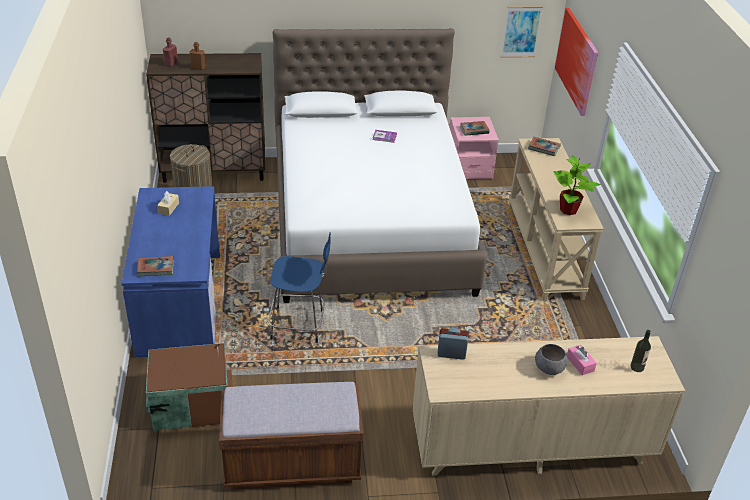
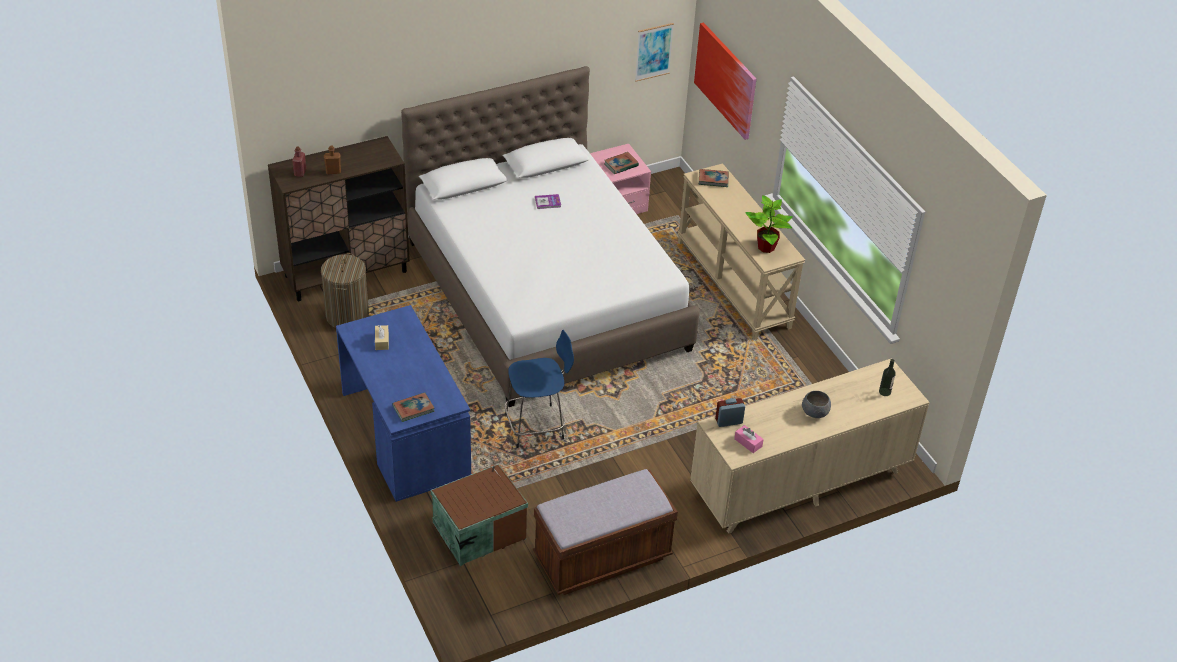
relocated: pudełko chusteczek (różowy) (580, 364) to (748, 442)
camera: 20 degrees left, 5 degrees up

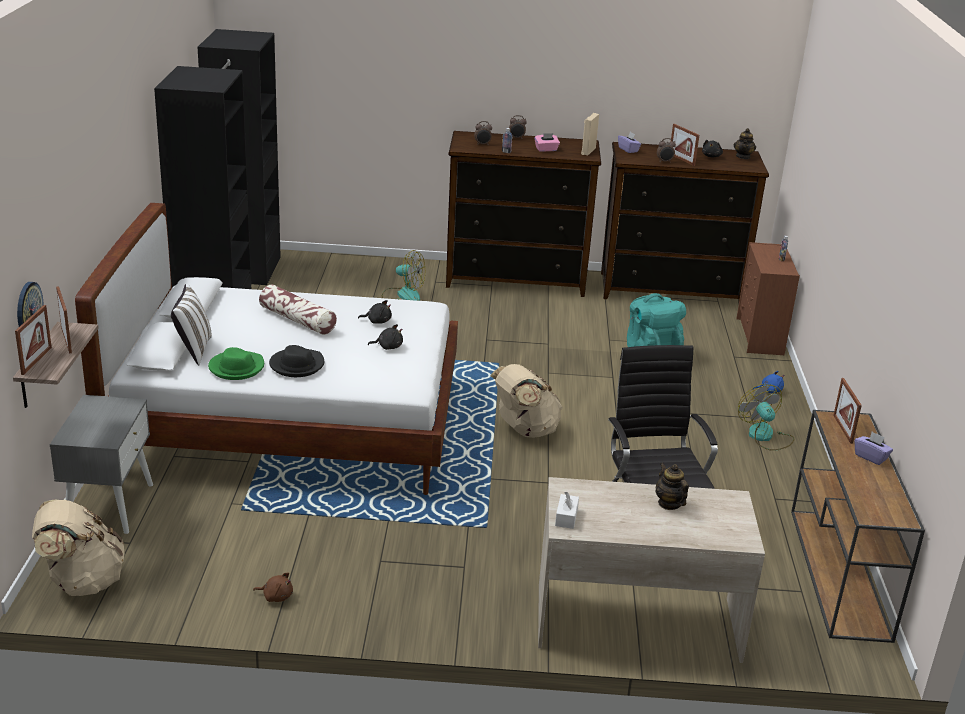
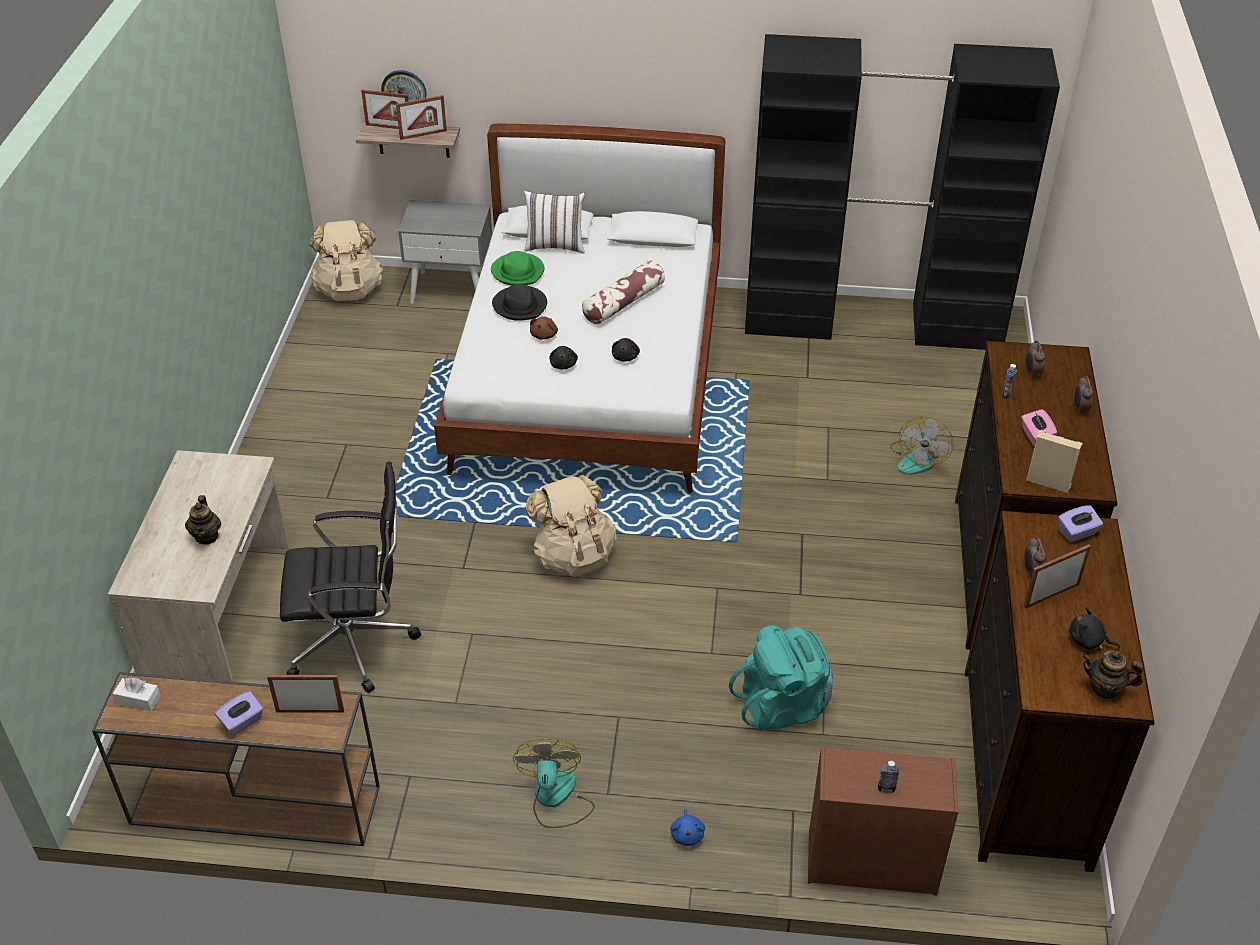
relocated: pudełko chusteczek (biały) (566, 517) to (138, 699); pluszak (brązowy) (276, 596) to (544, 335)
spun: wentylator (765, 437) = (555, 798) 75 degrees counterclockwise; imbryk (669, 503) = (207, 536) 105 degrees clockwise
camera: 95 degrees right, 15 degrees up

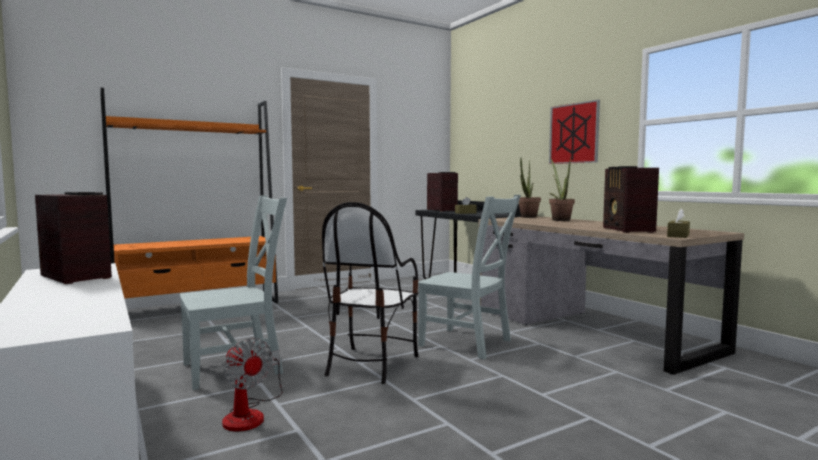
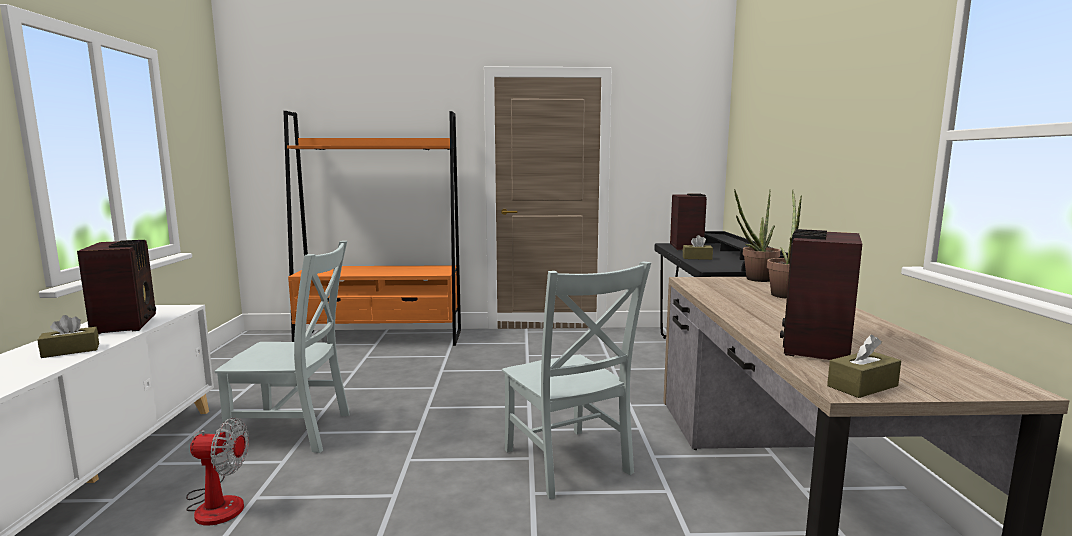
missing: obraz (574, 133); krzesło (370, 364)
appeared: pudełko chusteczek (brązowy) (71, 351)
spun: wentylator (250, 414) = (216, 503) 75 degrees counterclockwise
camera: 30 degrees right, 5 degrees up

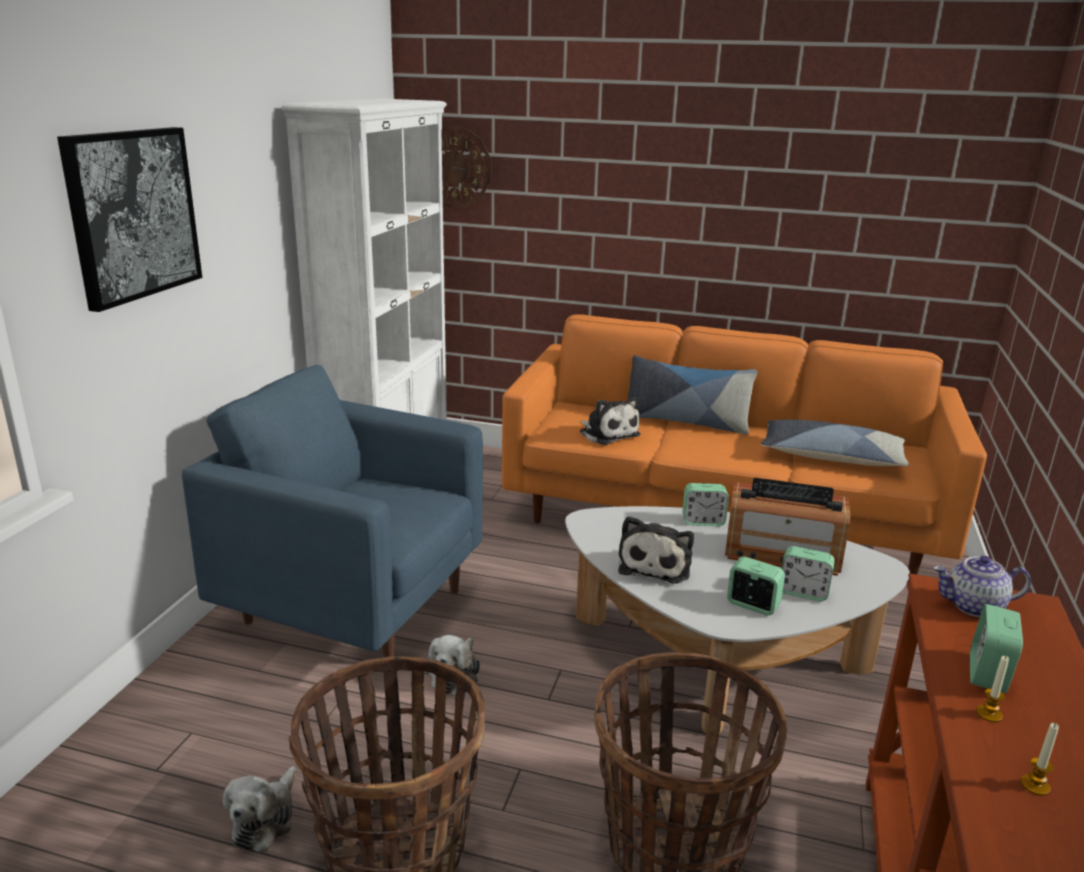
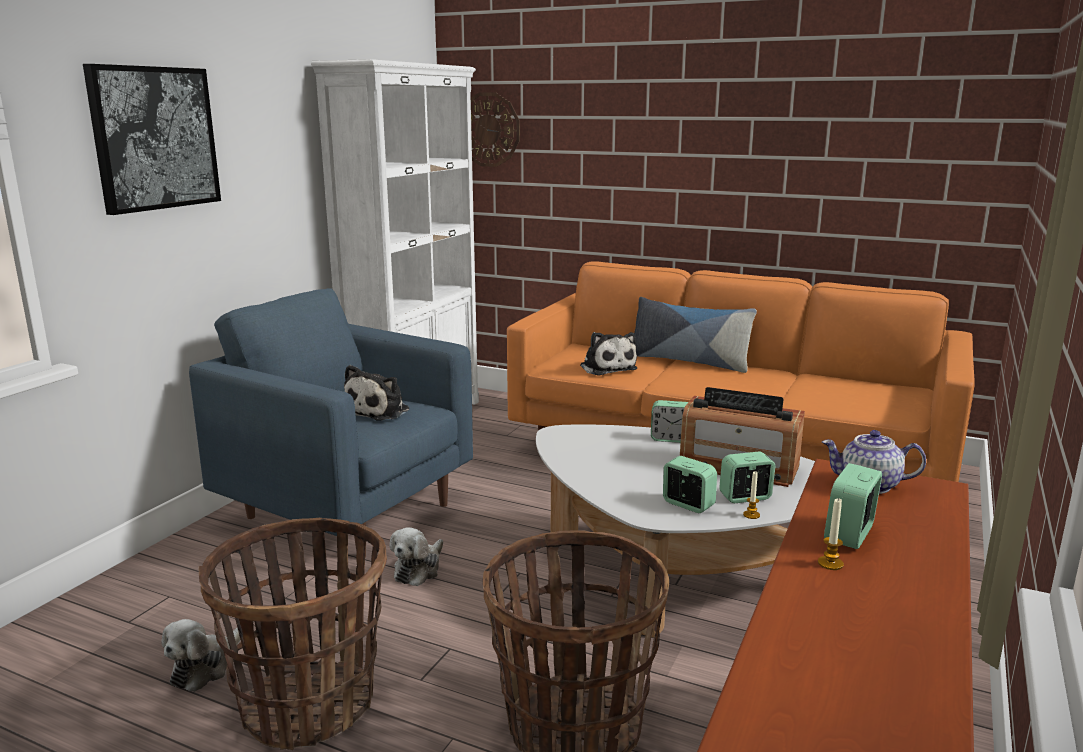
missing: poduszka (831, 457)
relocated: pluszak (655, 565) to (379, 411); świeca (1035, 785) to (751, 515)
spun: budzik (803, 592) = (745, 497) 135 degrees clockwise
camera: 10 degrees right, 5 degrees down

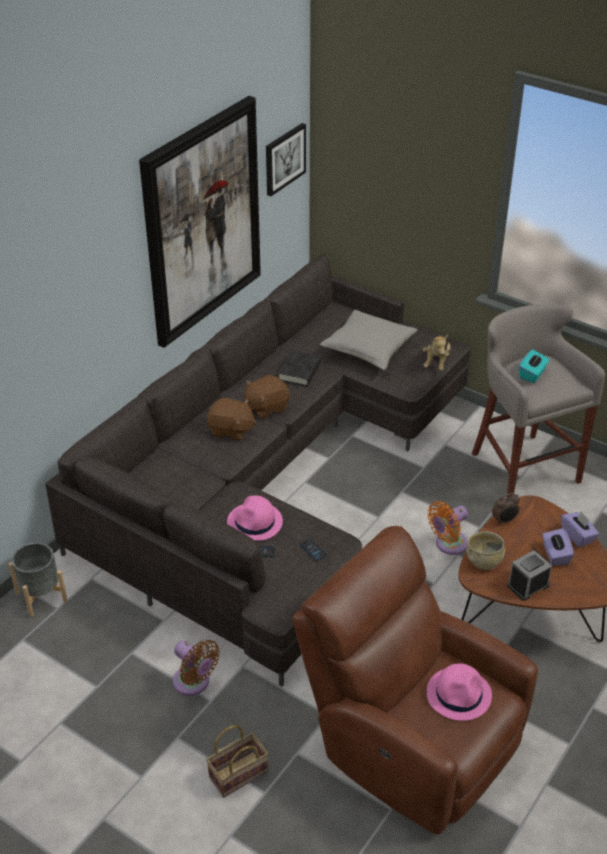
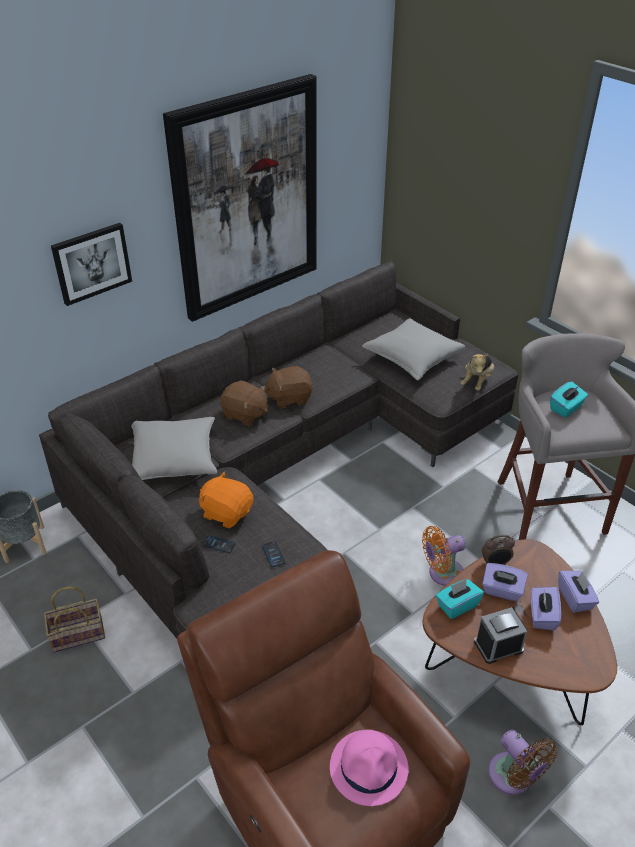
missing: książka (czarny) (299, 372)
appeared: poduszka (szary) (174, 459); pudełko chusteczek (fioletowy) (502, 590)
relocated: obraz (284, 159) to (91, 263); wentylator (brązowy) (194, 683) to (513, 778); koszyk (239, 772) to (79, 633)
exchanged: kapelusz (różowy) (255, 523) to pluszak (pomarańczowy) (227, 513); miska (beżowy) (484, 561) to pudełko chusteczek (turkusowy) (457, 605)
camera: 15 degrees right, 0 degrees up

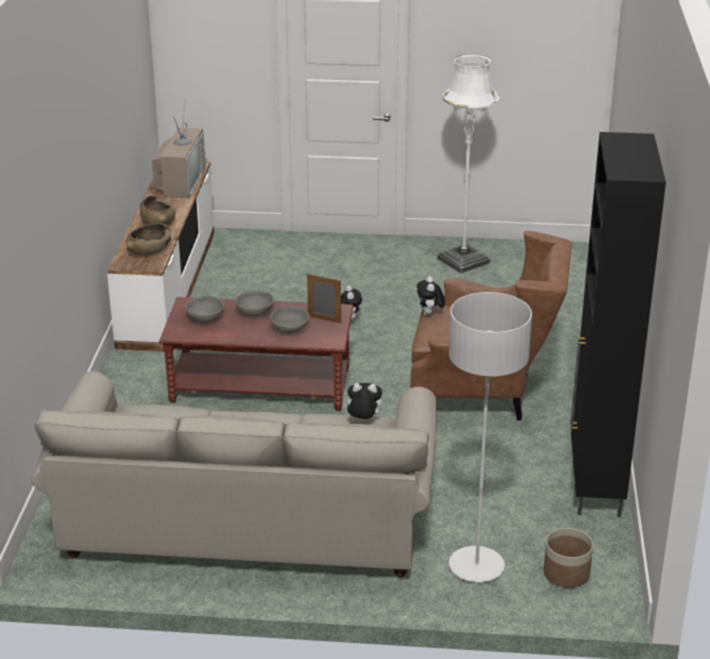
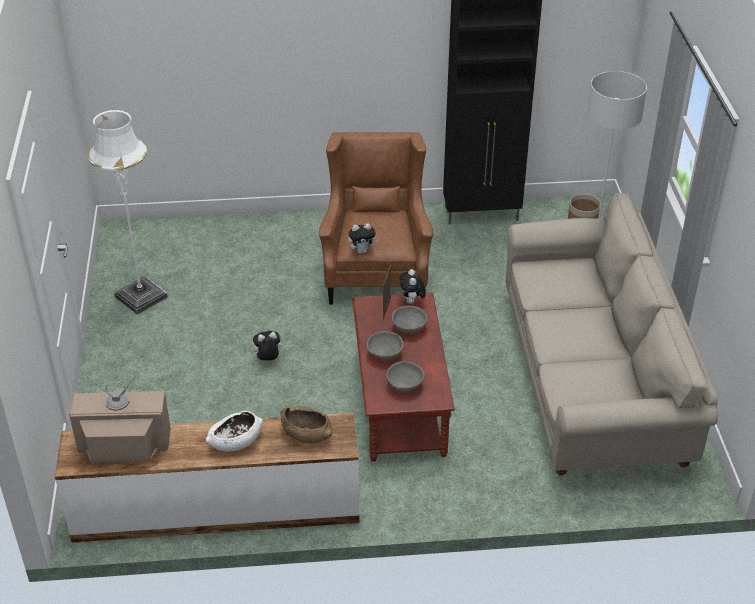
relocated: pluszak (363, 421) to (412, 302)
colour: miska (brązowy) (158, 221) to miska (biały) (235, 441)
camera: 100 degrees left, 10 degrees up

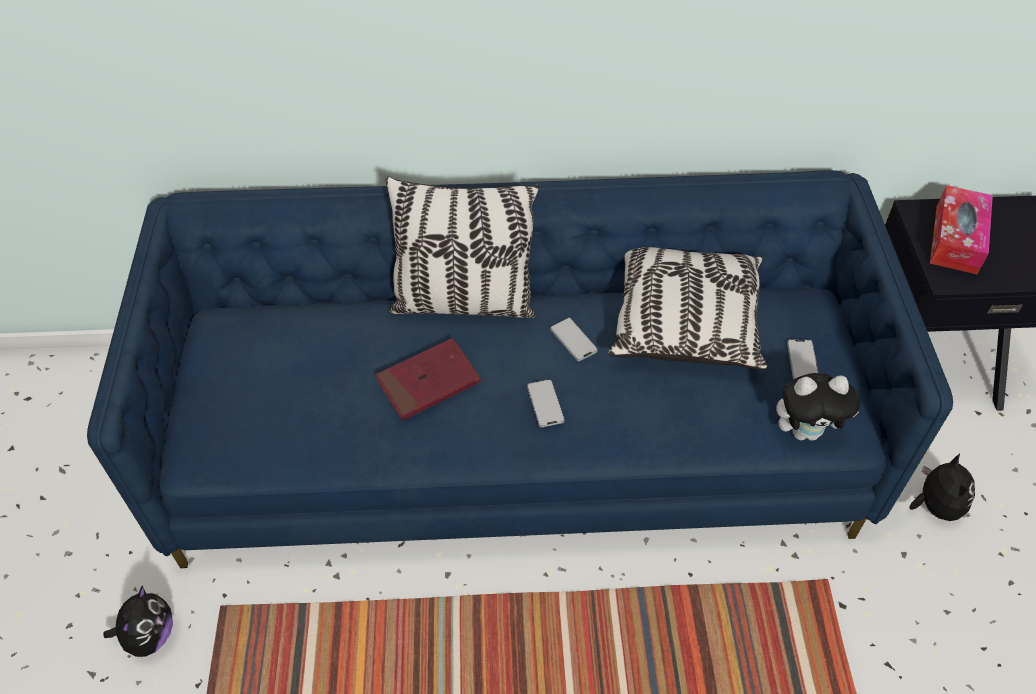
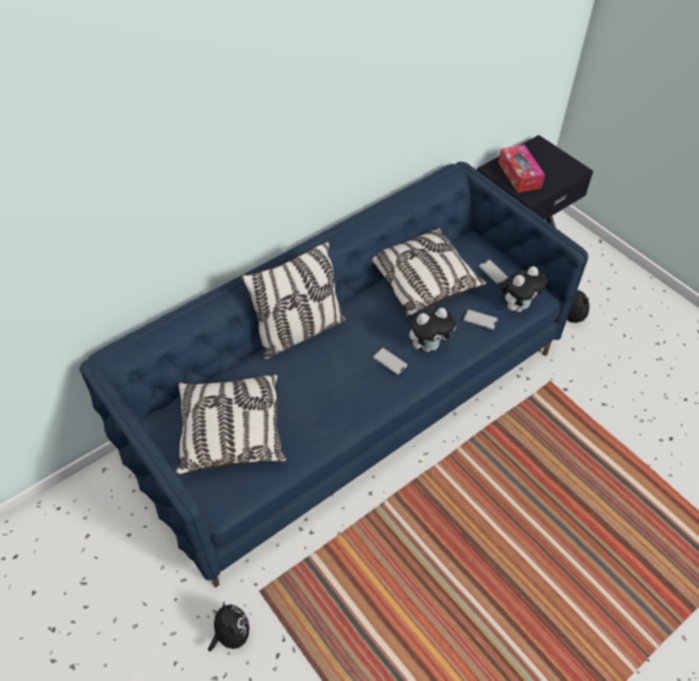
missing: książka (czerwony) (428, 382)
appeared: pluszak (429, 346); poduszka (231, 432)
relocated: telefon (573, 340) to (480, 320)
camera: 35 degrees left, 0 degrees up

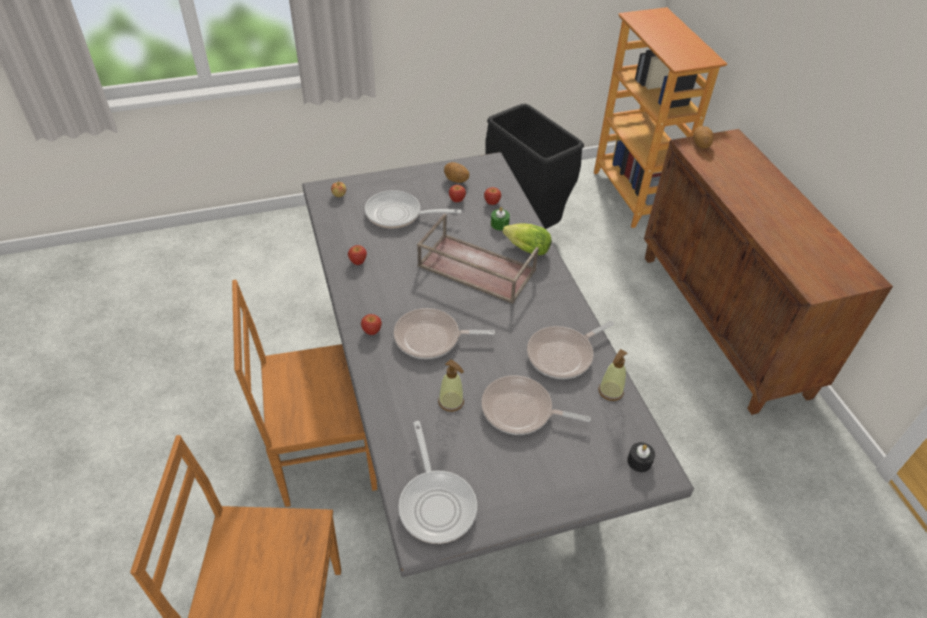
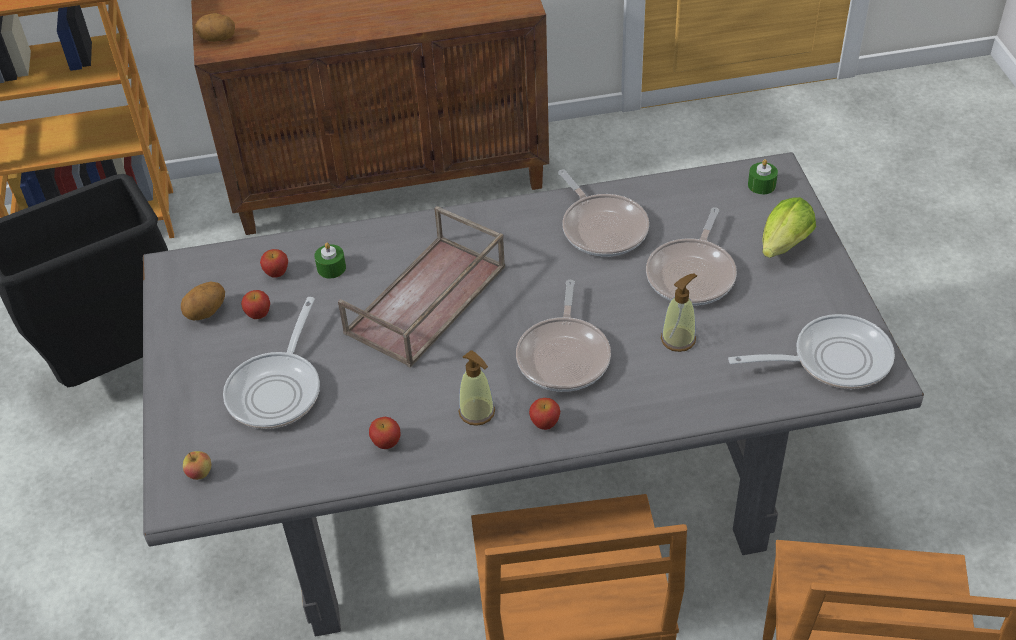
relocated: sałata (524, 249) to (782, 248); dozownik mydła (610, 391) to (477, 412)
colour: świeca (czarny) (639, 461) to świeca (zielony) (761, 185)
camera: 80 degrees left, 0 degrees up

